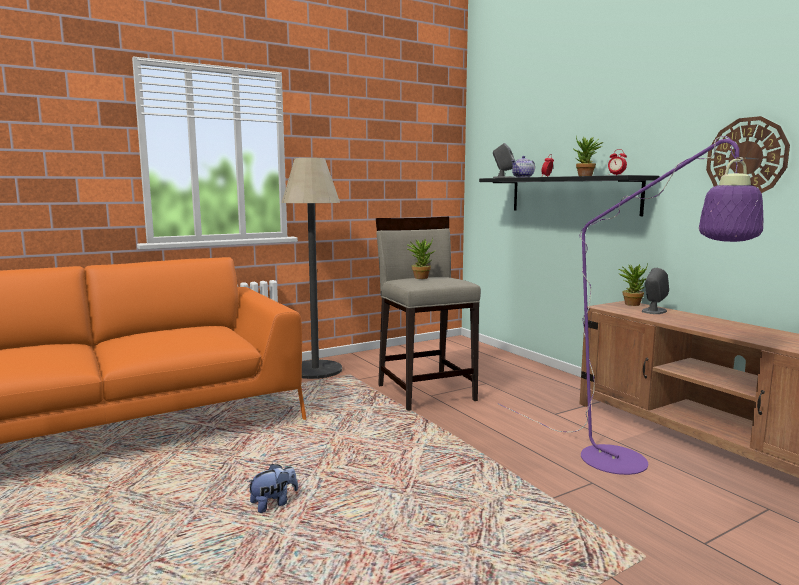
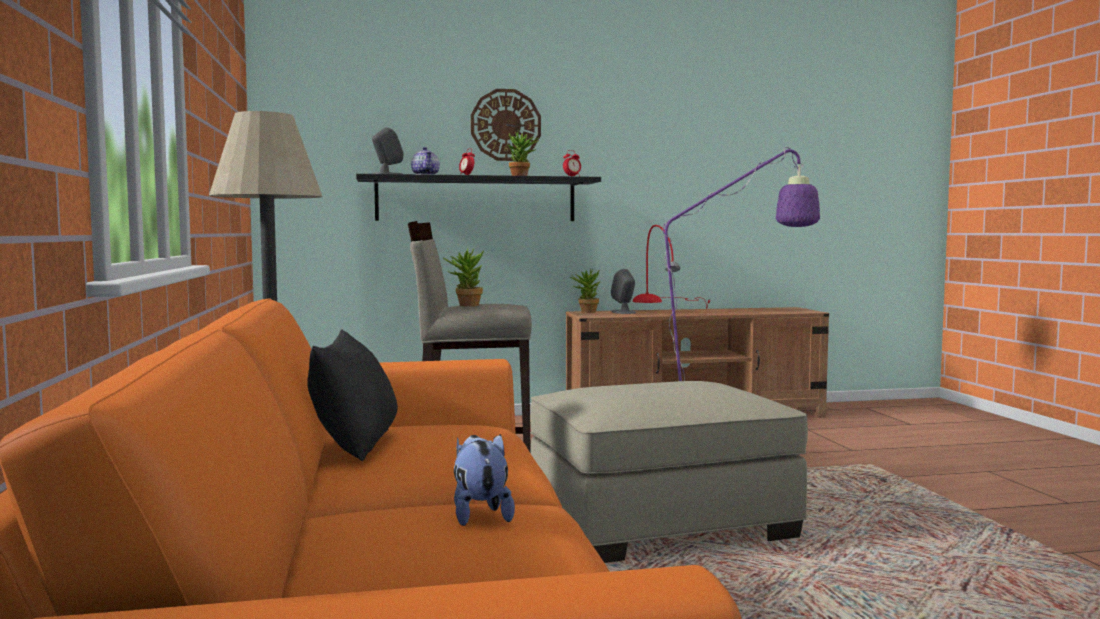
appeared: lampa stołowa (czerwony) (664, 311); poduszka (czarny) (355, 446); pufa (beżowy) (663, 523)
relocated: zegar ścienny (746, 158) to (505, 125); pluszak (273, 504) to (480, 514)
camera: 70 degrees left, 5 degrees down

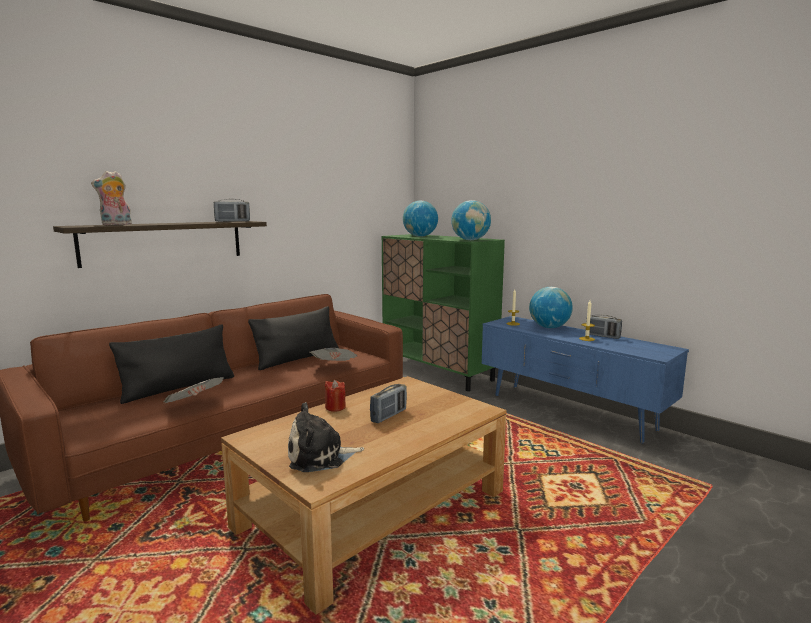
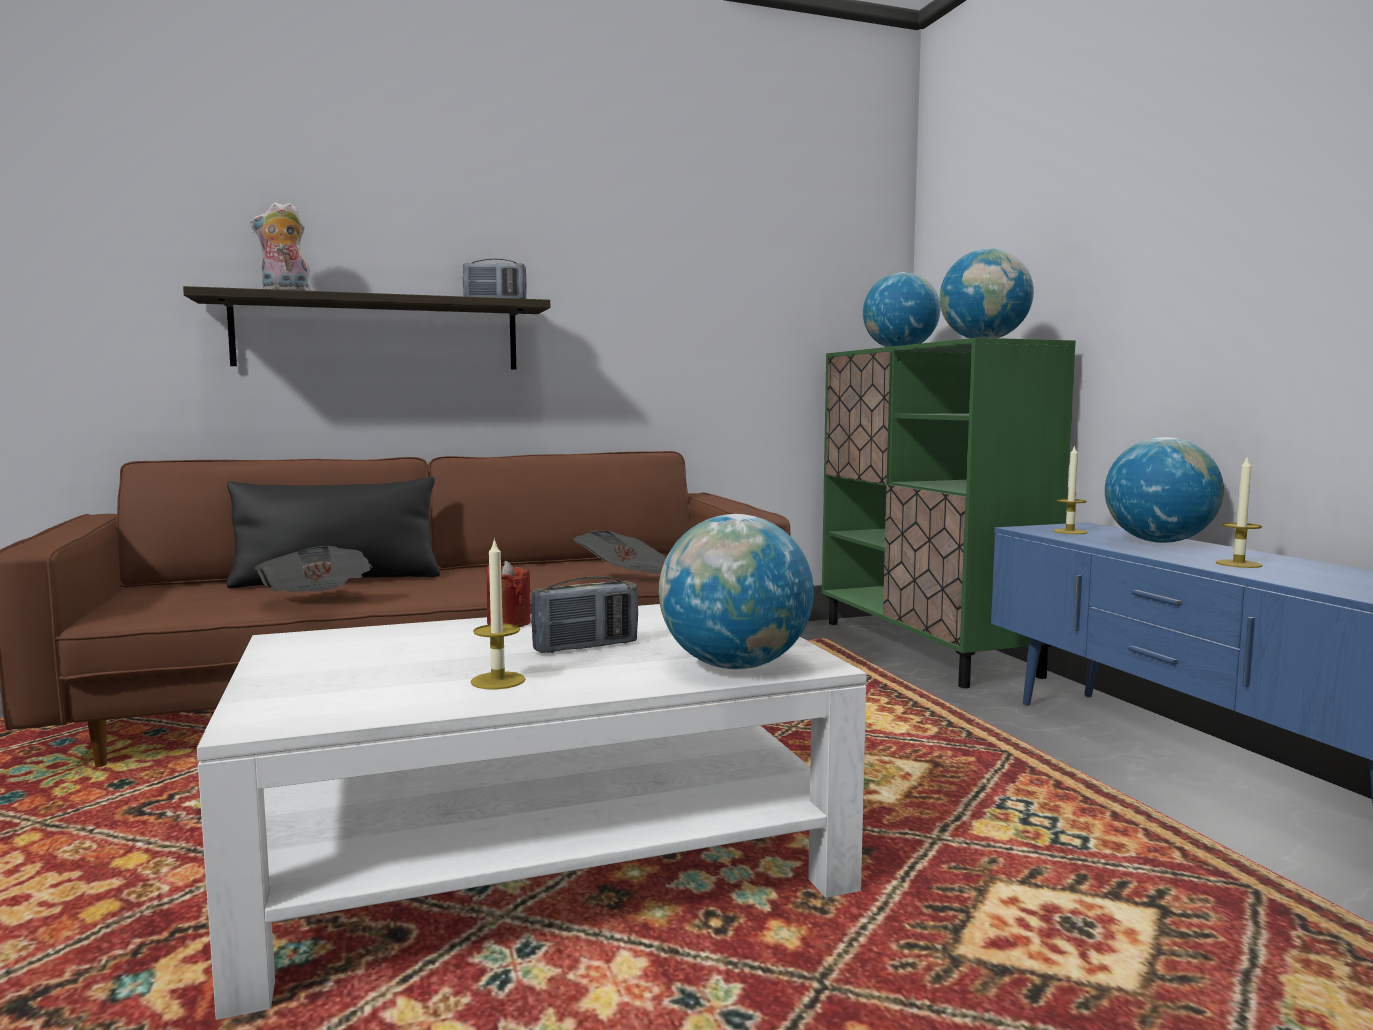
missing: poduszka (czarny) (298, 359); radio (602, 336); pluszak (320, 457)
appeared: globus (734, 666); świeca (498, 681)
colour: ława (brązowy) (374, 508) to ława (biały) (543, 856)
camera: 25 degrees right, 5 degrees down

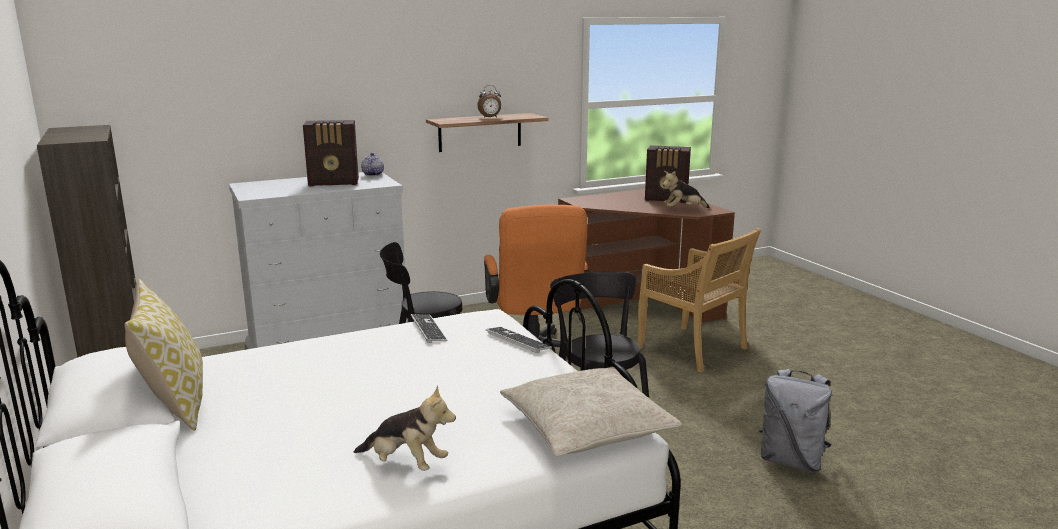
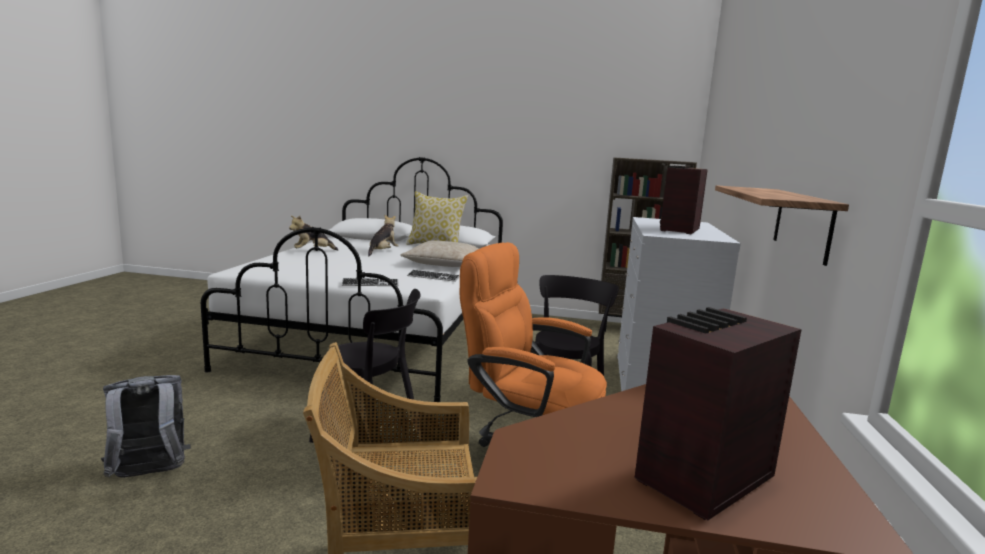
missing: budzik (490, 117); imbryk (372, 174)
relocated: pluszak (683, 209) to (382, 252); poduszka (beżowy) (587, 426) to (443, 263)
camera: 125 degrees right, 5 degrees down

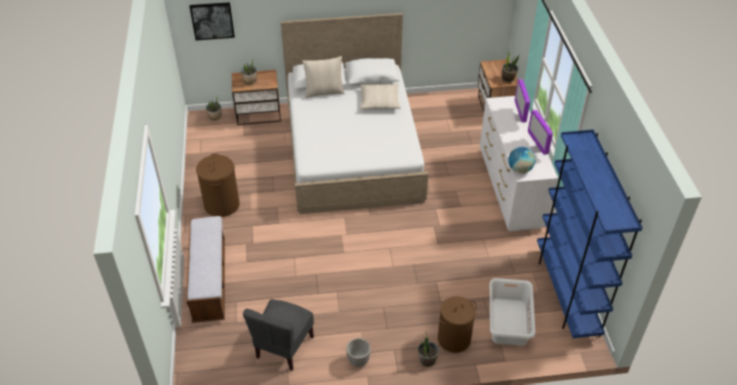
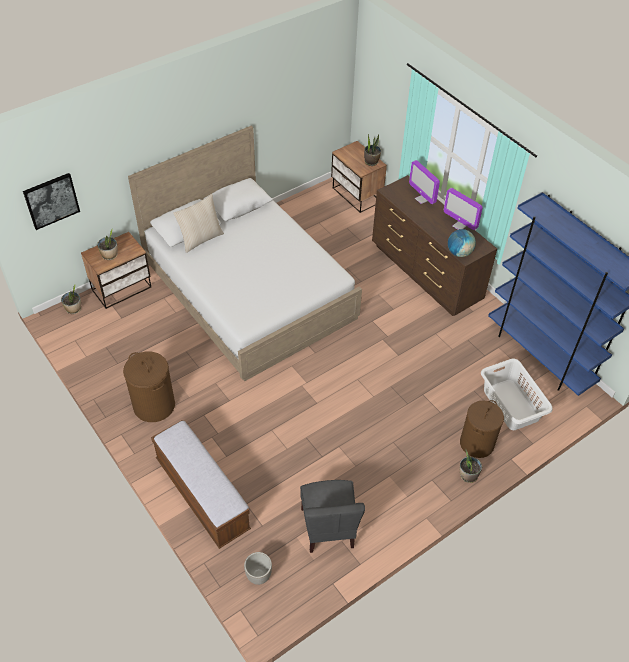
missing: poduszka (beżowy) (379, 101)
relocated: donica (358, 361) to (258, 575)
colour: komoda (biały) (510, 189) to komoda (brązowy) (425, 273)
camera: 30 degrees left, 5 degrees up

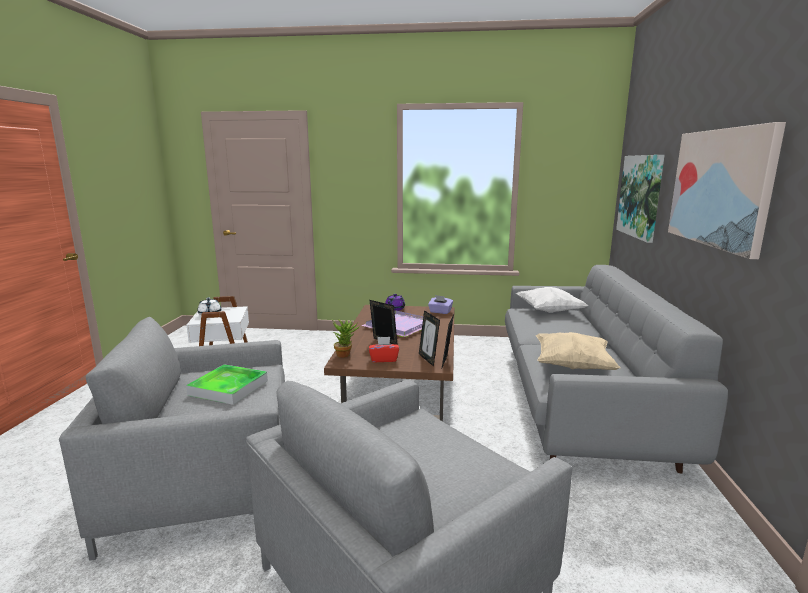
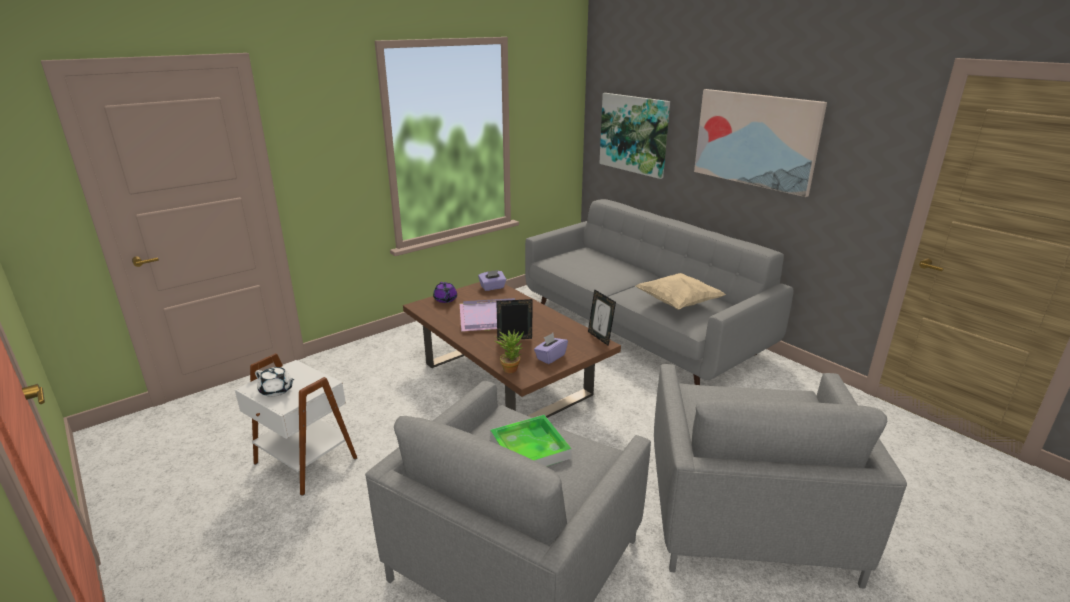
missing: poduszka (biały) (549, 311); ramka na zdjęcie (428, 359)
colour: pudełko chusteczek (czerwony) (383, 359) to pudełko chusteczek (fioletowy) (550, 357)
camera: 45 degrees left, 10 degrees up

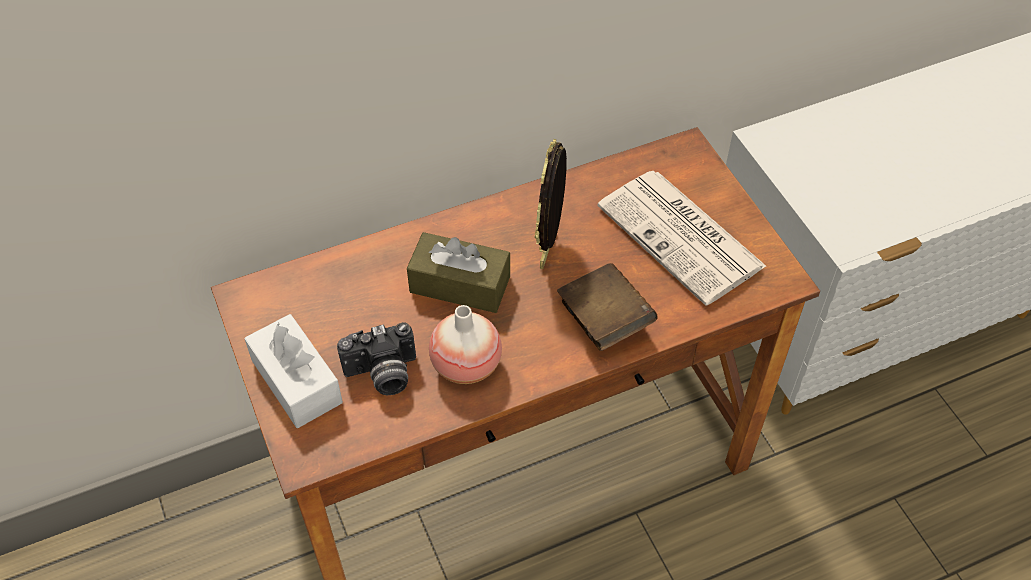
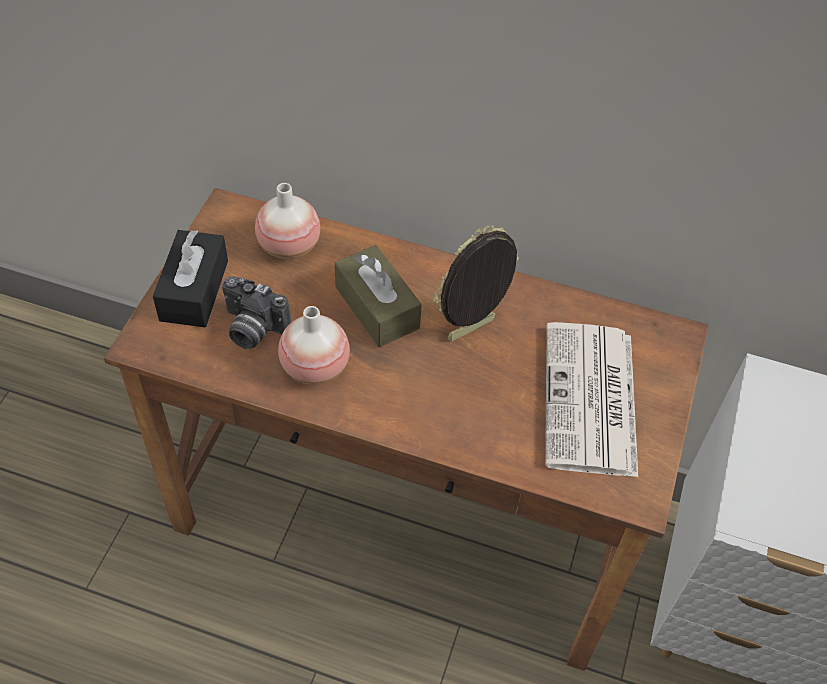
missing: książka (brązowy) (604, 320)
appeared: wazon (289, 246)
colour: pudełko chusteczek (biały) (296, 382) to pudełko chusteczek (czarny) (194, 290)
camera: 40 degrees right, 0 degrees up

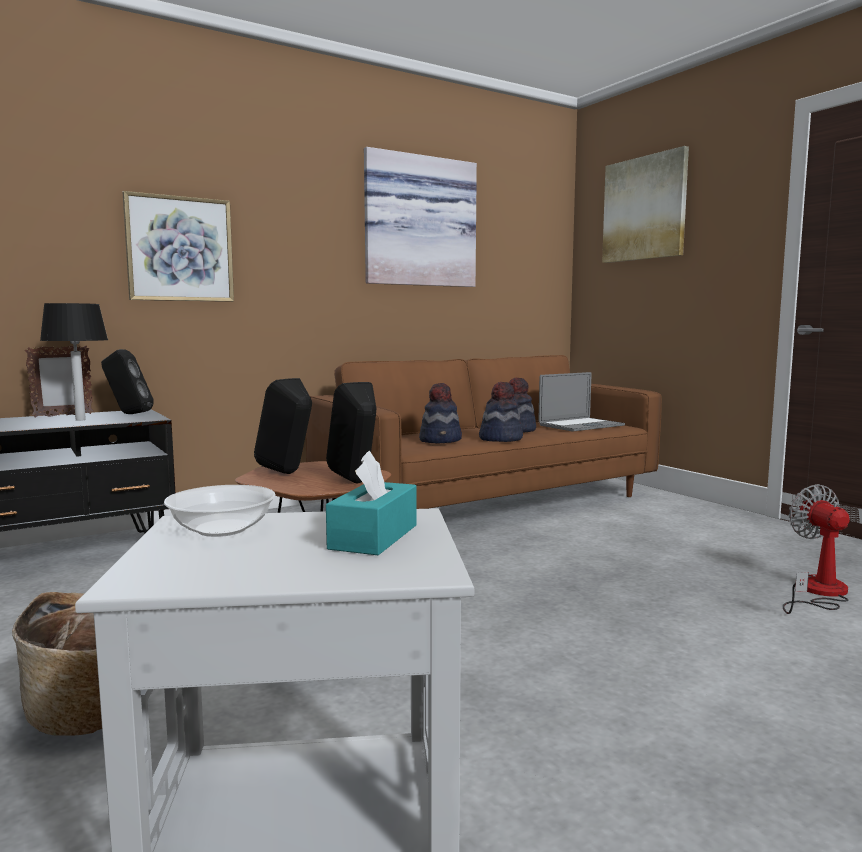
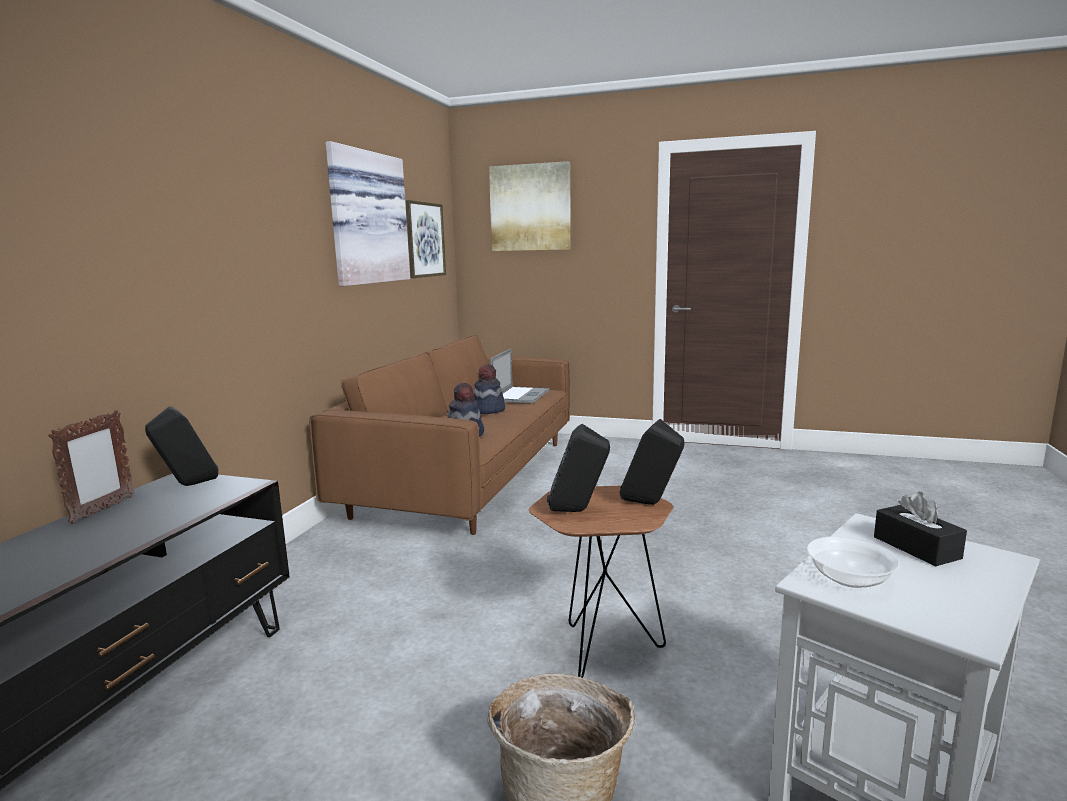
missing: lampa stołowa (80, 419); kapelusz (500, 438); wentylator (817, 593)
relocated: obraz (180, 249) to (425, 240)
colour: pudełko chusteczek (turkusowy) (374, 537) to pudełko chusteczek (czarny) (916, 547)
camera: 40 degrees left, 5 degrees up

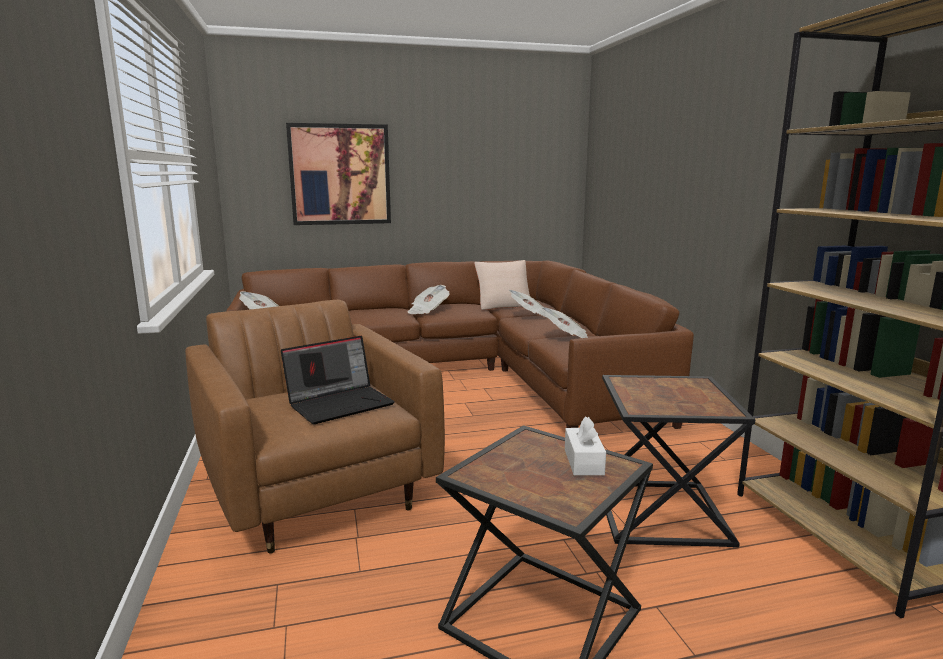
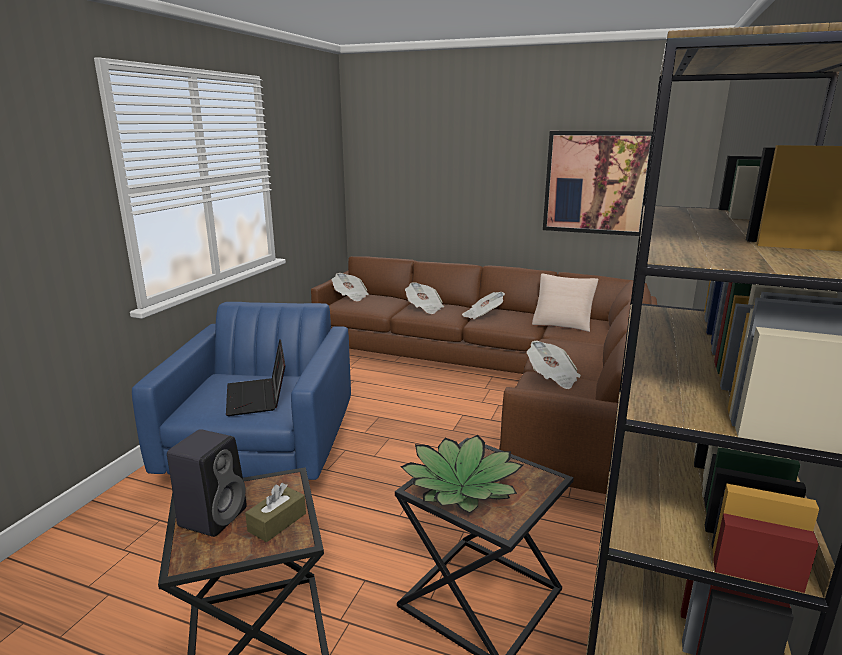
appeared: głośnik (czarny) (214, 516); roślina doniczkowa (462, 486)
relocated: obraz (340, 174) to (596, 183); gazeta (530, 315) to (424, 308)
colour: fotel (brązowy) (315, 488) to fotel (niebieski) (264, 455); pudełko chusteczek (biały) (583, 462) to pudełko chusteczek (brązowy) (277, 522)
spun: laptop (341, 403) = (258, 397) 75 degrees clockwise
camera: 35 degrees right, 5 degrees up

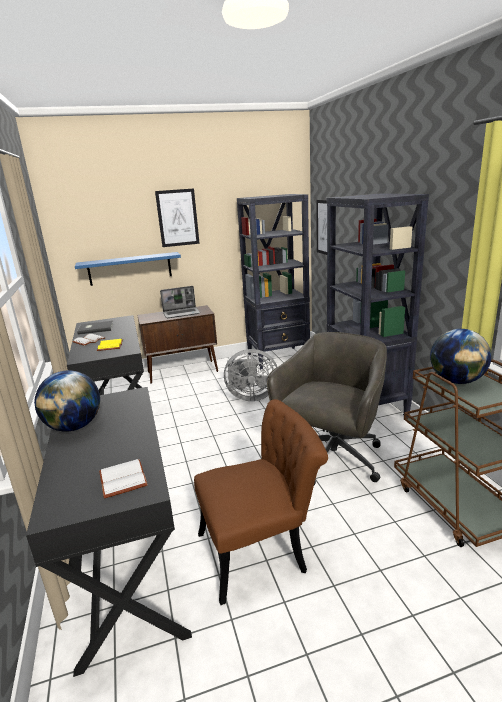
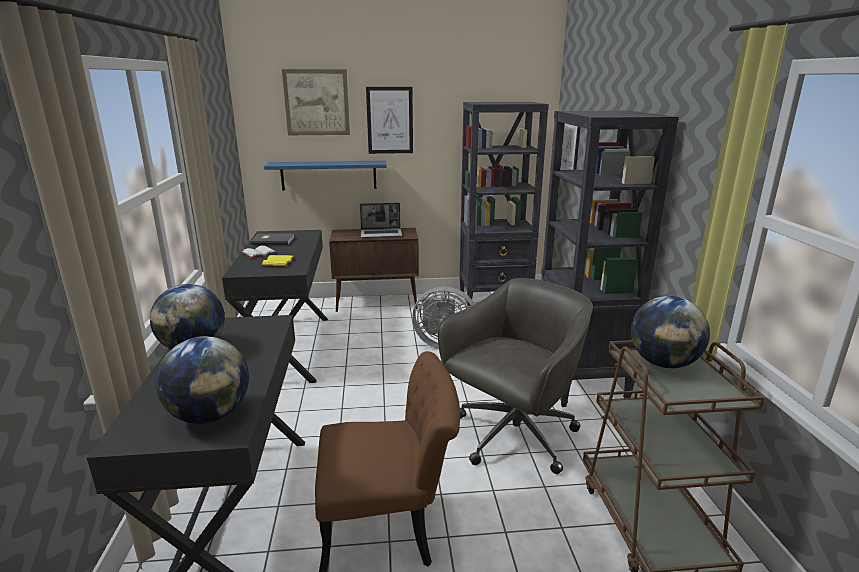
appeared: obraz (316, 102)
exchanged: książka (biały) (121, 479) to globus (210, 415)
camera: 10 degrees right, 0 degrees up

